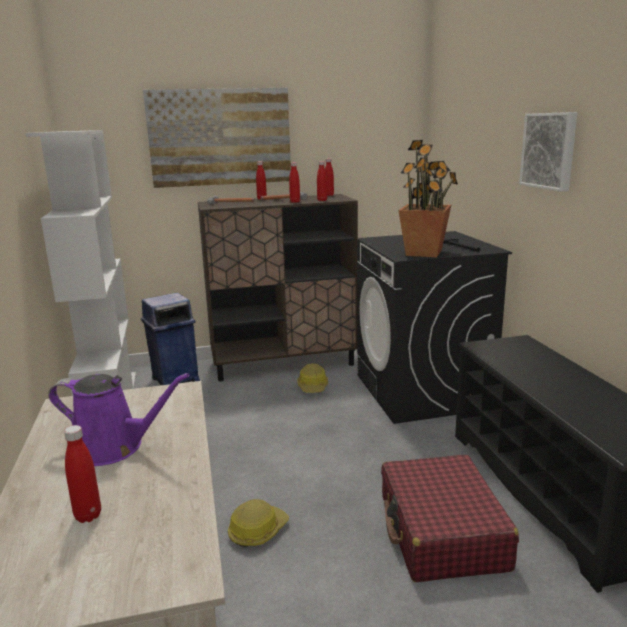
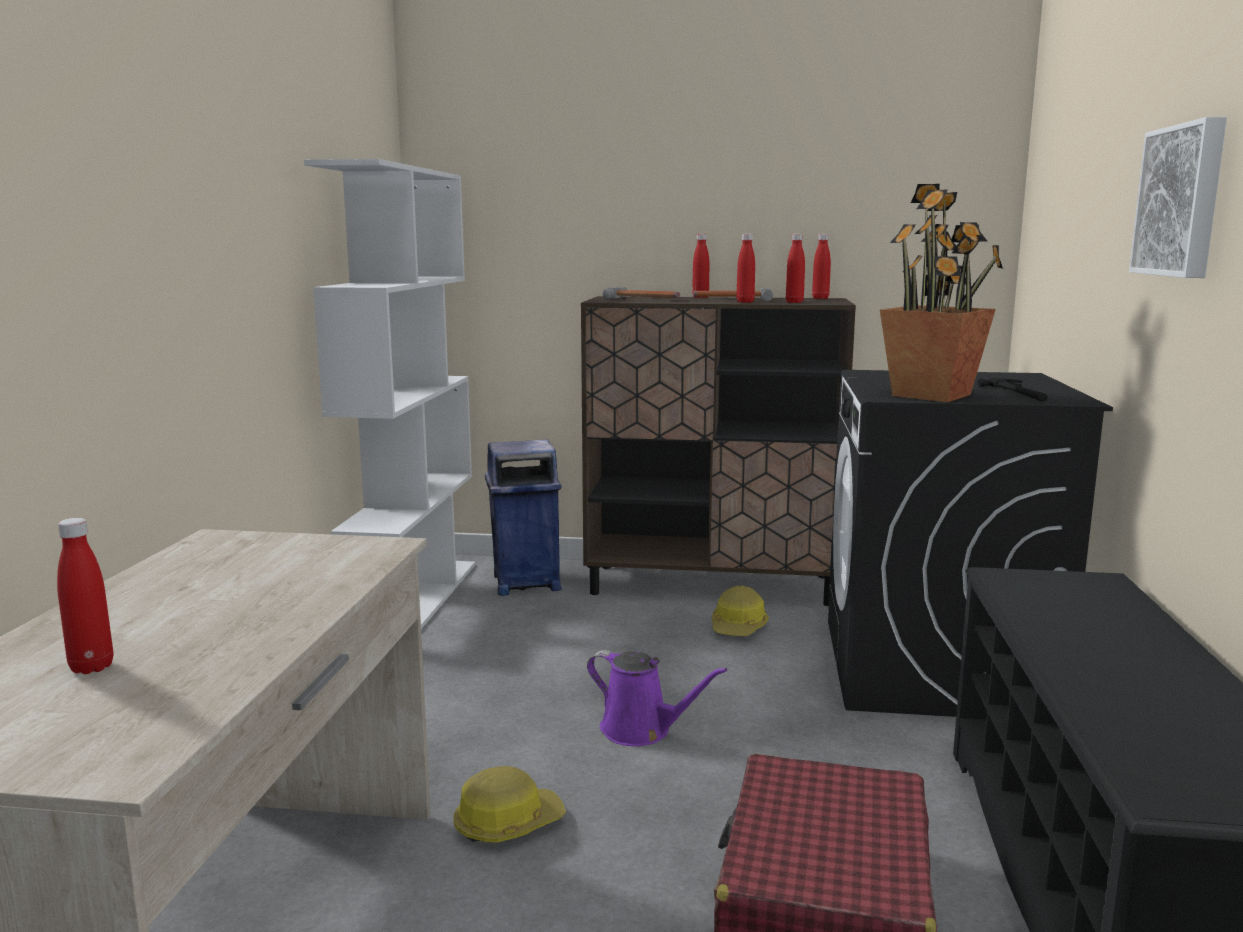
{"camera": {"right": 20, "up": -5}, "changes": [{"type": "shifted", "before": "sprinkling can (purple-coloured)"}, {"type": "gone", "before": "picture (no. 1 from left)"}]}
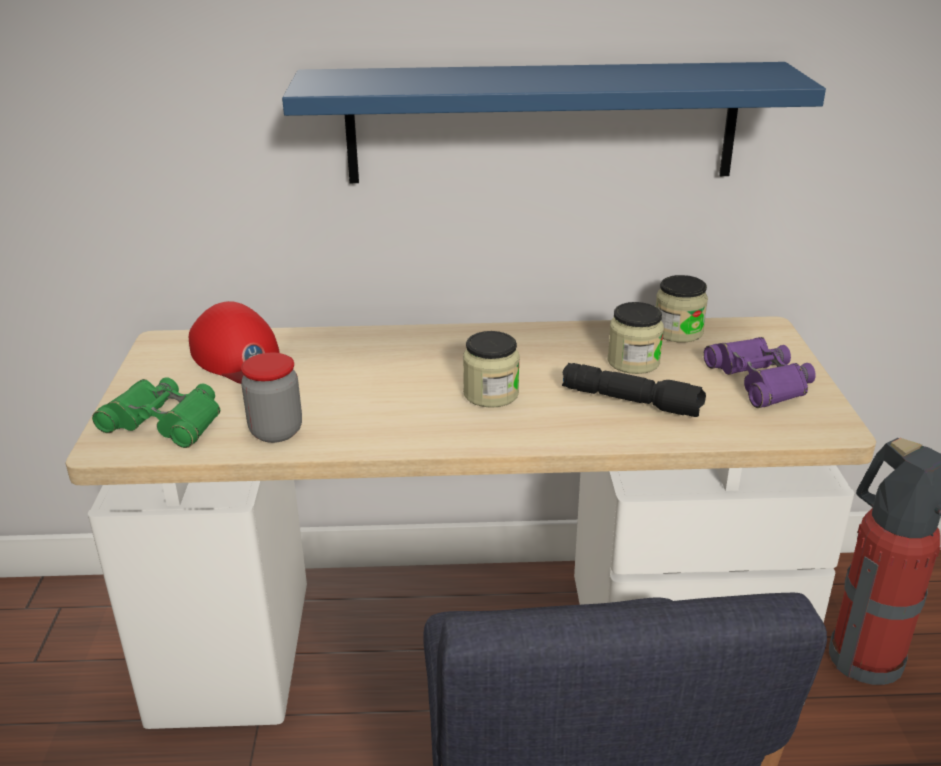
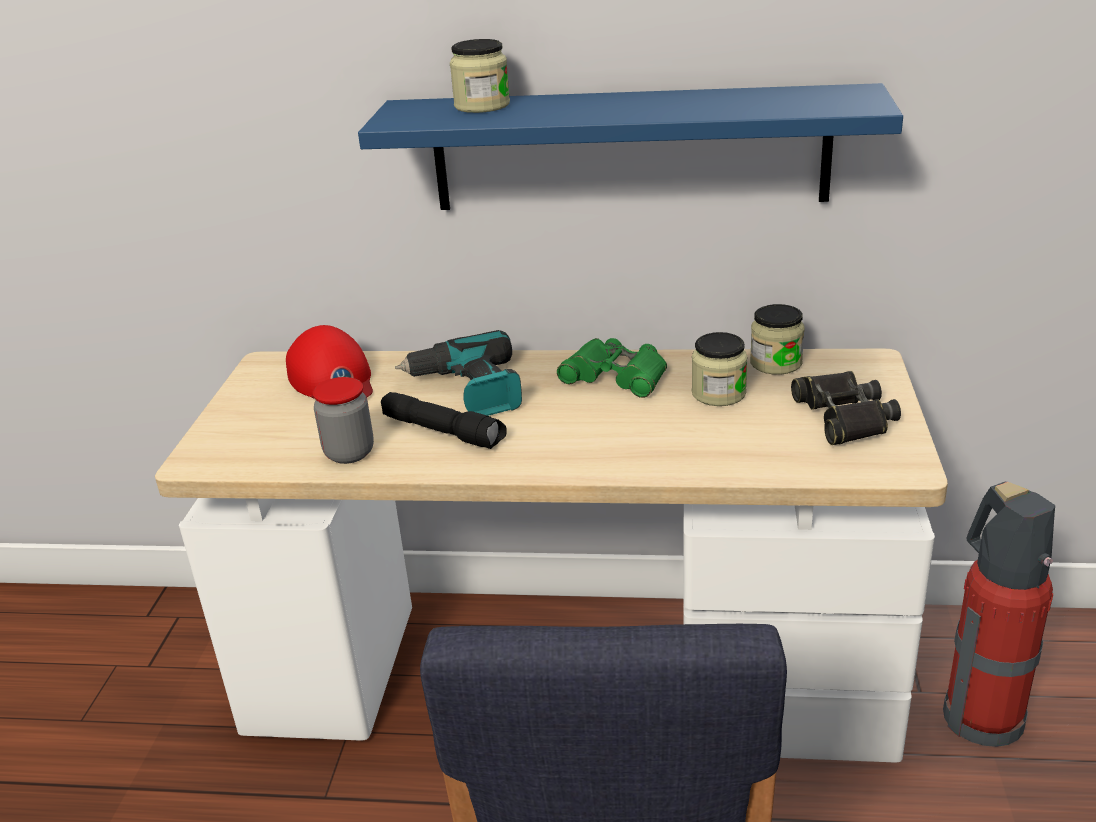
{"camera": {"right": 10, "up": 0}, "changes": [{"type": "shifted", "before": "flashlight (black-coloured)"}, {"type": "new", "after": "electric drill"}, {"type": "shifted", "before": "preserve jar (no. 2 from left)"}, {"type": "shifted", "before": "binoculars (green-coloured)"}, {"type": "repainted", "before": "binoculars (purple-coloured)", "after": "binoculars (black-coloured)"}]}
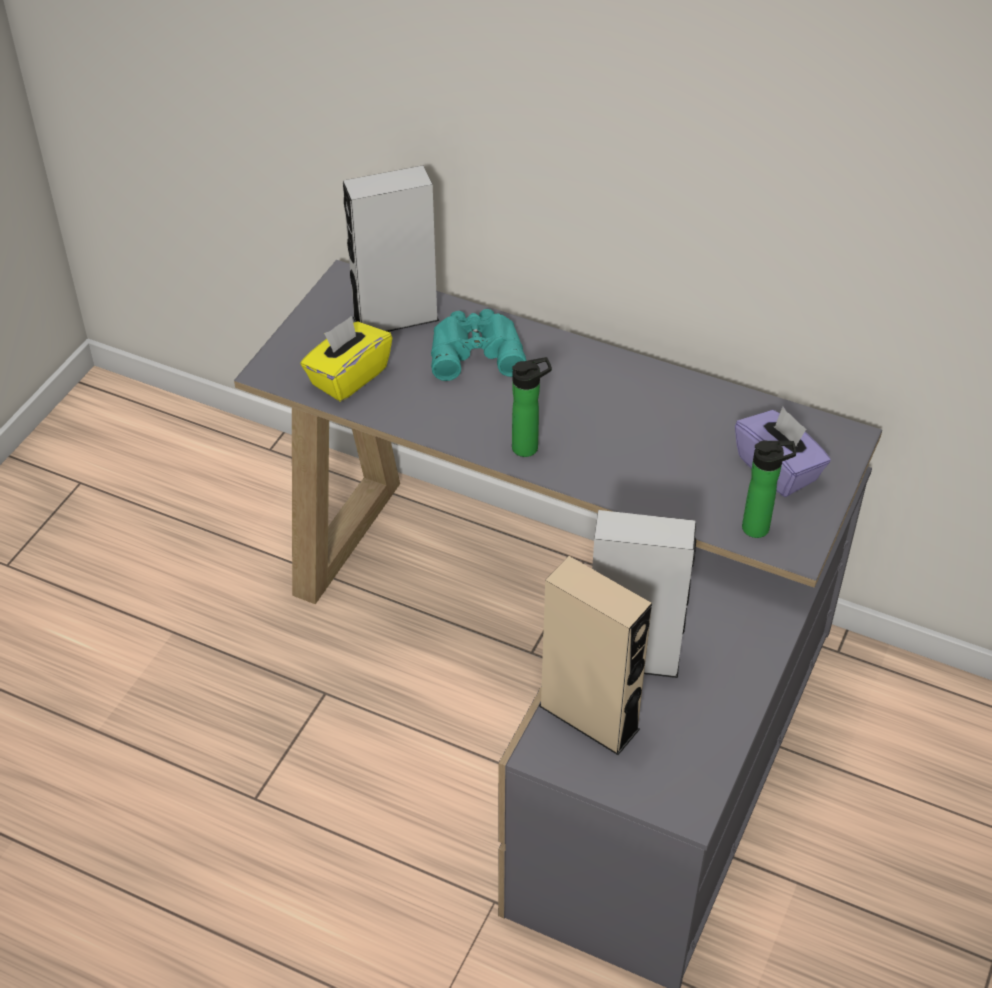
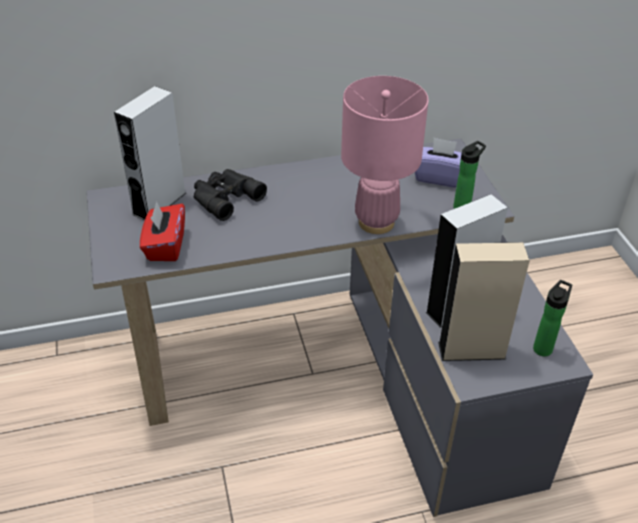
{"camera": {"right": -40, "up": -5}, "changes": [{"type": "repainted", "before": "tissue holder (yellow)", "after": "tissue holder (red)"}, {"type": "repainted", "before": "binoculars (blue-green)", "after": "binoculars (black-coloured)"}, {"type": "new", "after": "lamp for a table (pink)"}, {"type": "shifted", "before": "beverage bottle (no. 1 from left in the first image)", "after": "beverage bottle (no. 2 from left)"}]}
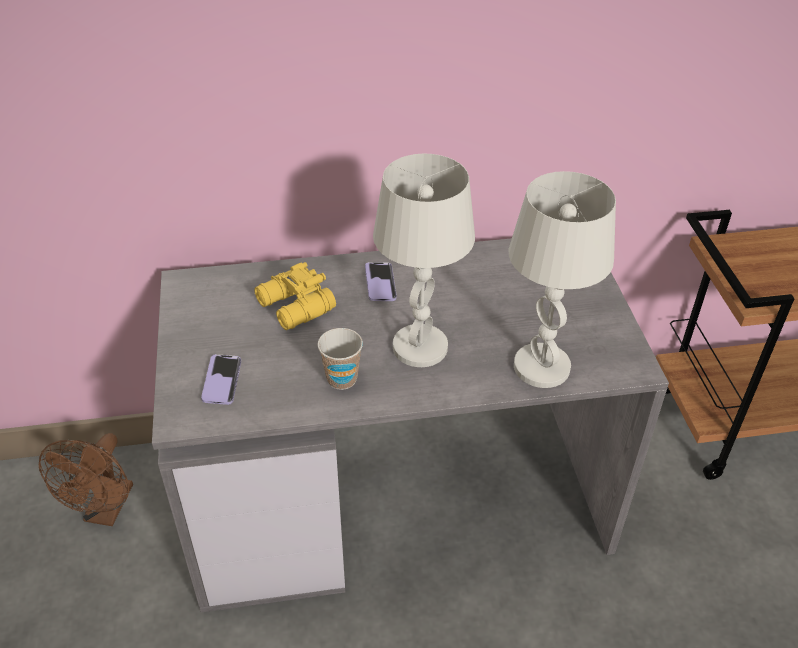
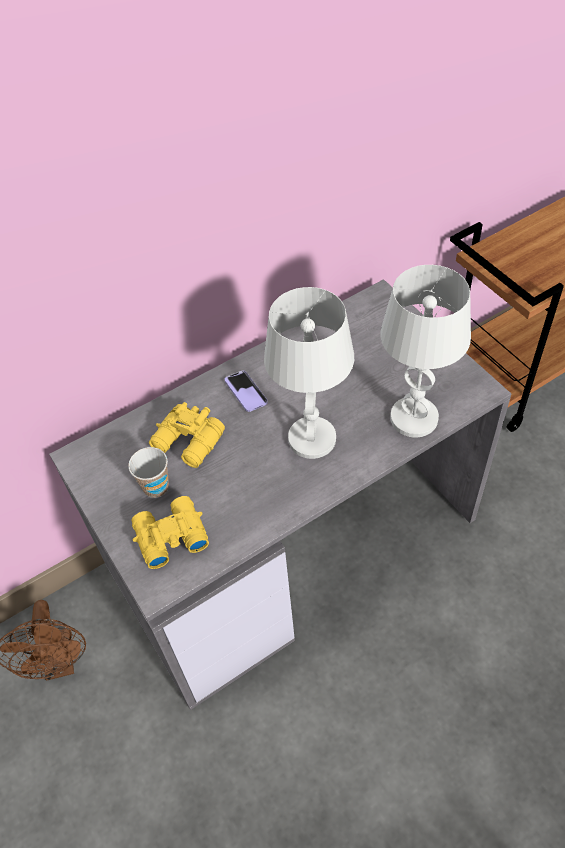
{"camera": {"right": -20, "up": 10}, "changes": [{"type": "shifted", "before": "small cup"}, {"type": "swapped", "before": "handset (no. 1 from left)", "after": "binoculars (yellow) (no. 1 from left)"}]}
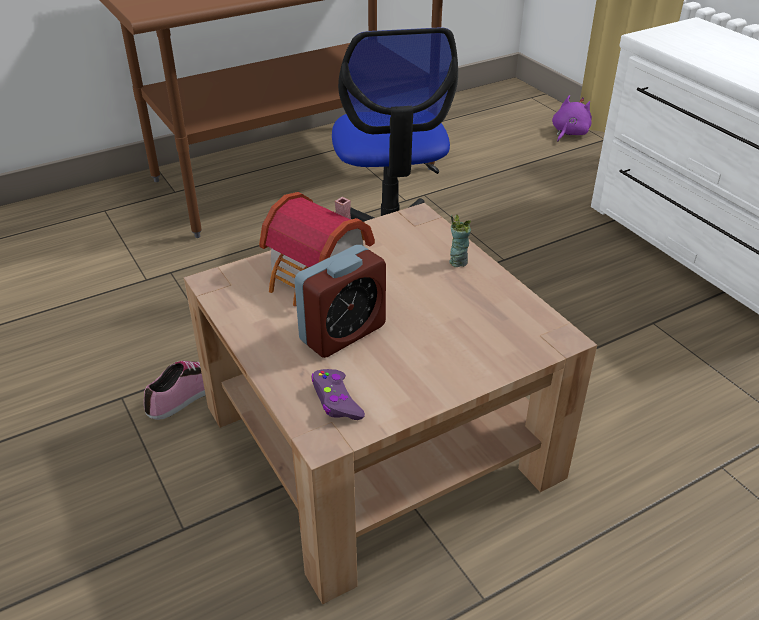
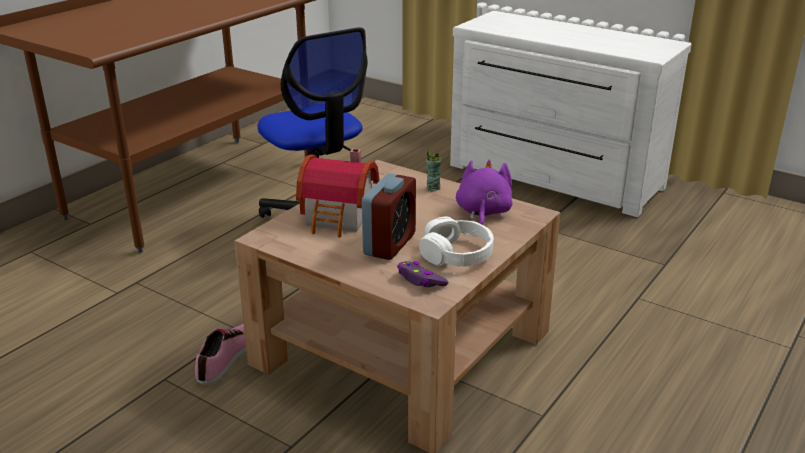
{"camera": {"right": -25, "up": -10}, "changes": [{"type": "new", "after": "headset (whitish)"}, {"type": "shifted", "before": "plush toy (purple-coloured)"}]}
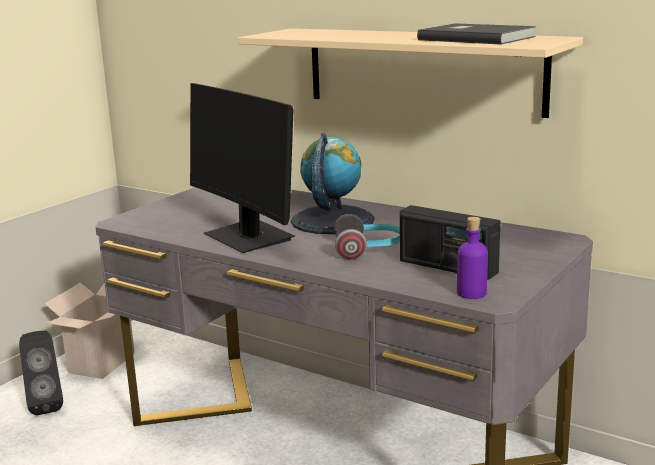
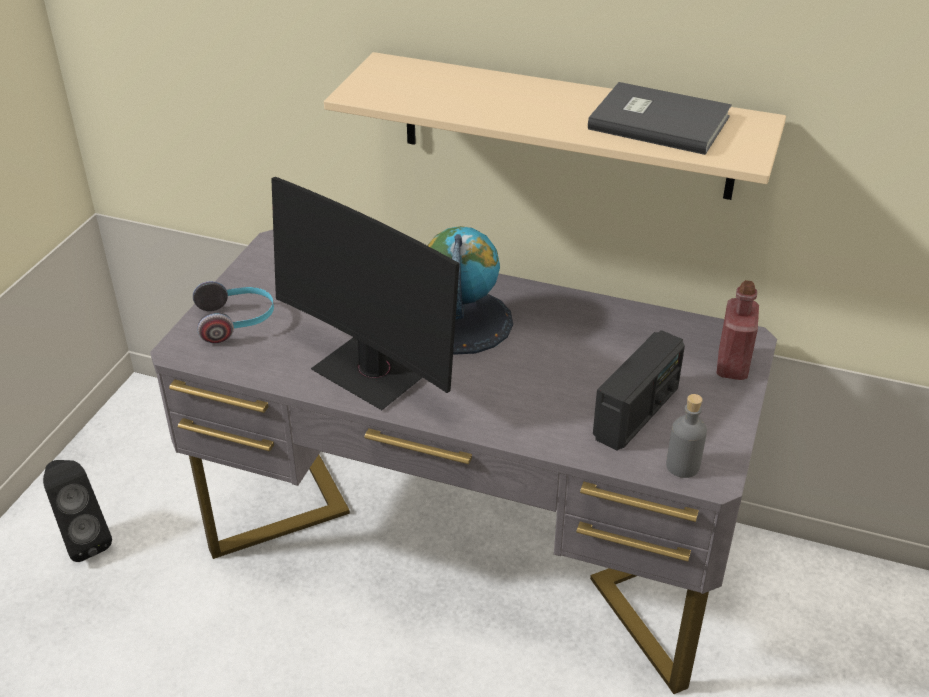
{"camera": {"right": -15, "up": 20}, "changes": [{"type": "shifted", "before": "headset"}, {"type": "rotated", "before": "radio set", "turn": -75}, {"type": "repainted", "before": "beverage bottle (purple-coloured)", "after": "beverage bottle (grey)"}, {"type": "new", "after": "beverage bottle (red)"}, {"type": "gone", "before": "carton"}]}
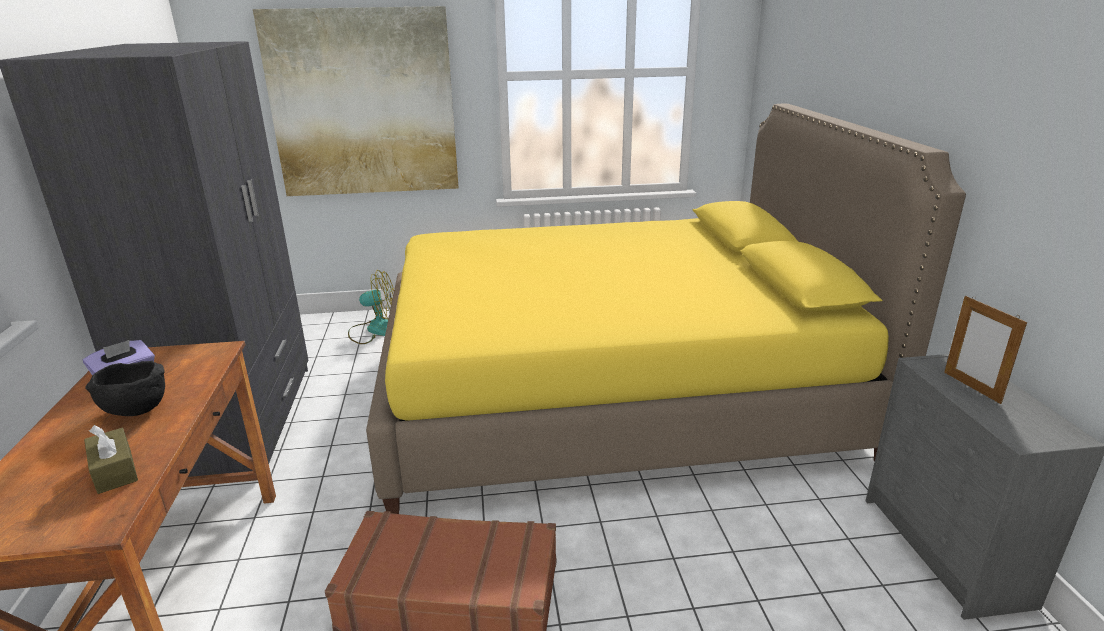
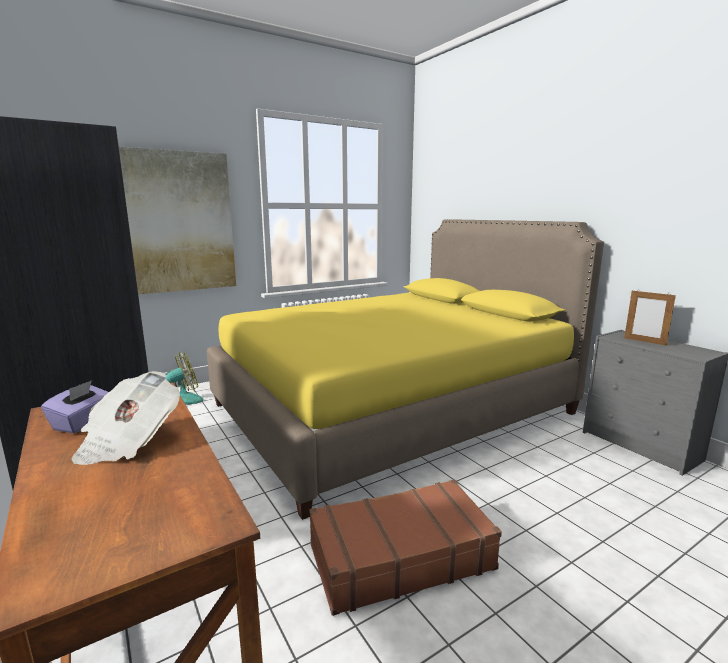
{"camera": {"right": -25, "up": -10}, "changes": [{"type": "swapped", "before": "serving bowl (black-coloured)", "after": "daily paper"}, {"type": "gone", "before": "tissue holder (brown)"}]}
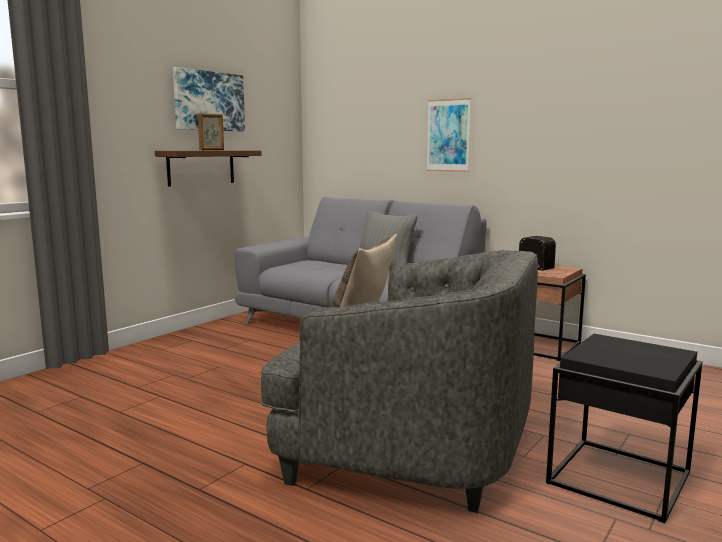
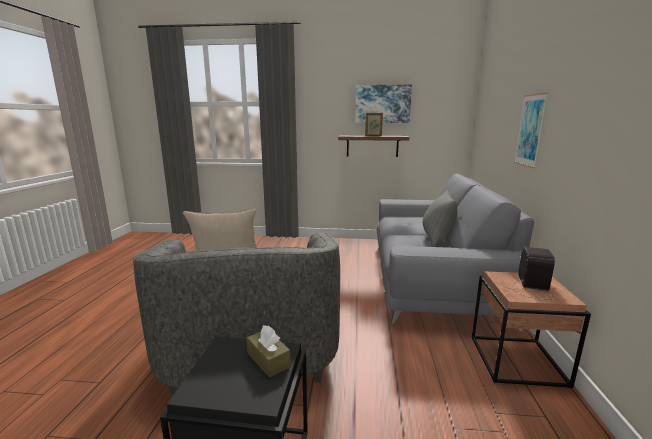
{"camera": {"right": 60, "up": 5}, "changes": [{"type": "new", "after": "tissue holder (brown)"}]}
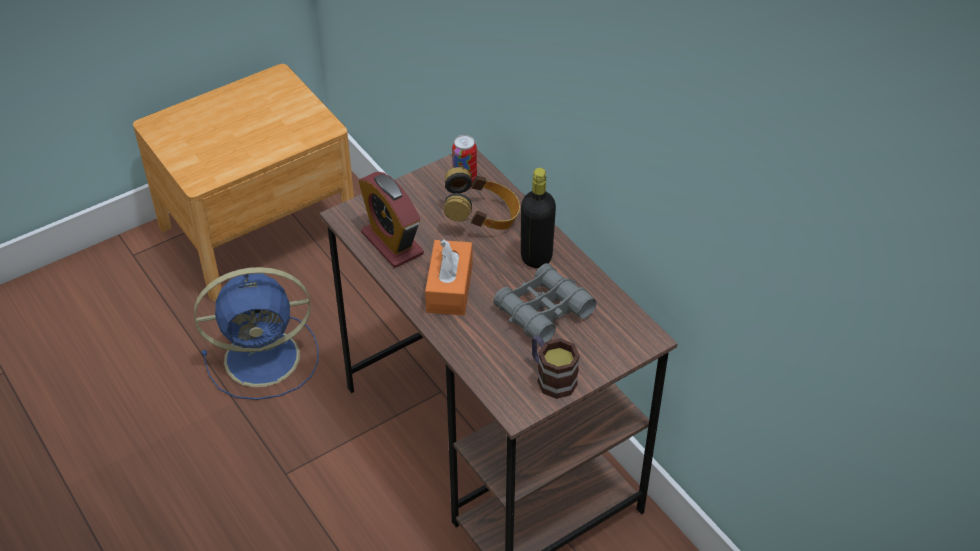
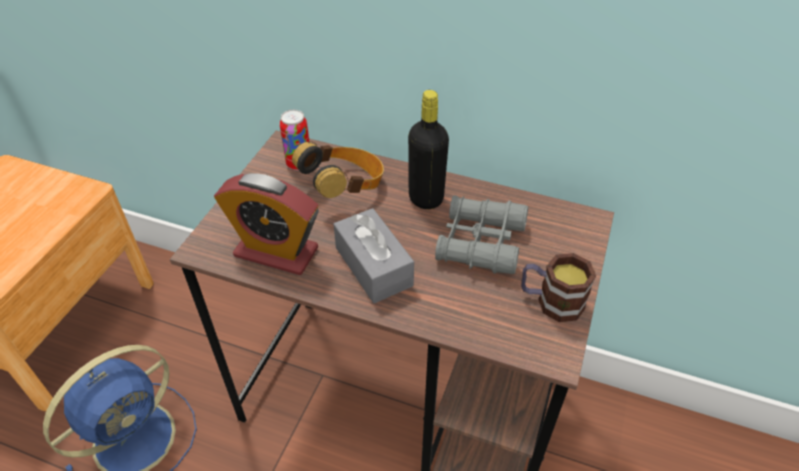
{"camera": {"right": -35, "up": 0}, "changes": [{"type": "repainted", "before": "tissue holder (orangey)", "after": "tissue holder (grey)"}]}
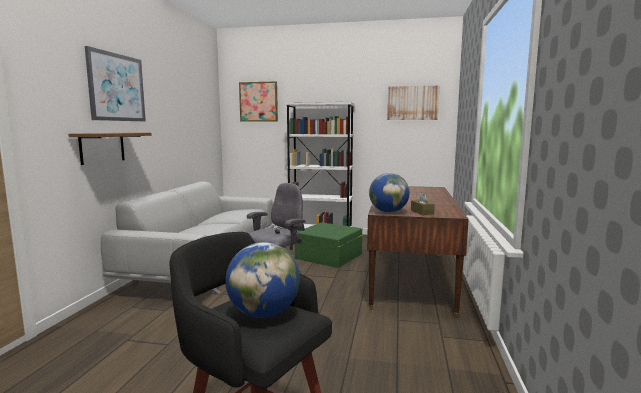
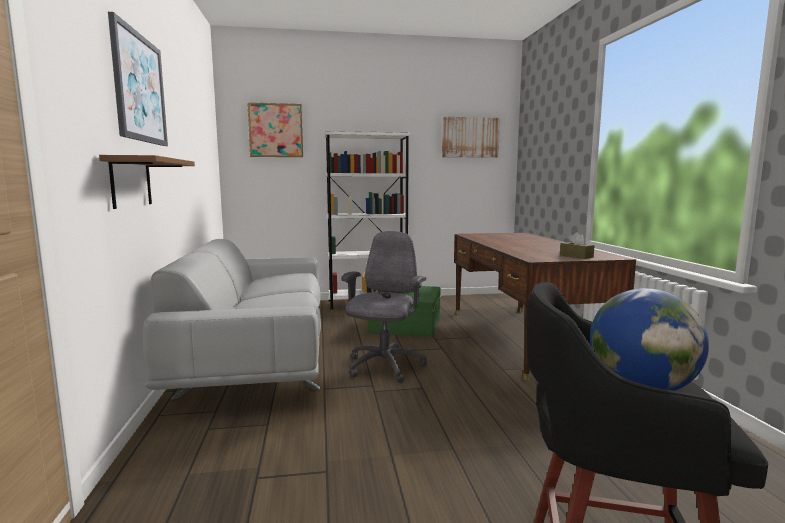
{"camera": {"right": -20, "up": 0}, "changes": [{"type": "gone", "before": "globe (no. 2 from left)"}]}
